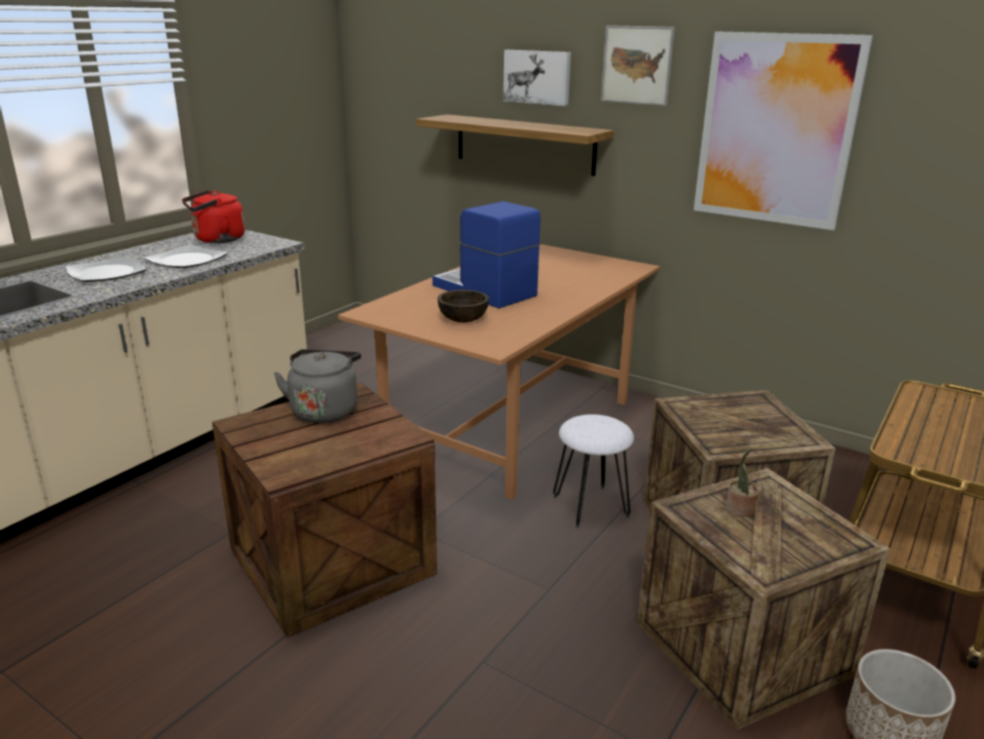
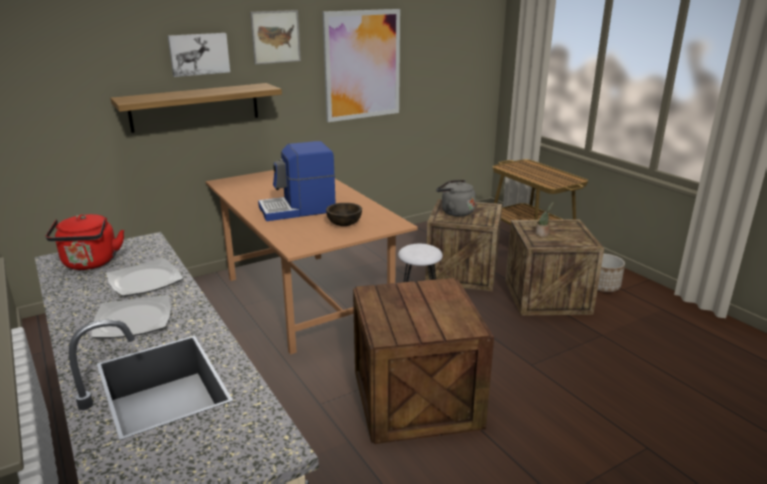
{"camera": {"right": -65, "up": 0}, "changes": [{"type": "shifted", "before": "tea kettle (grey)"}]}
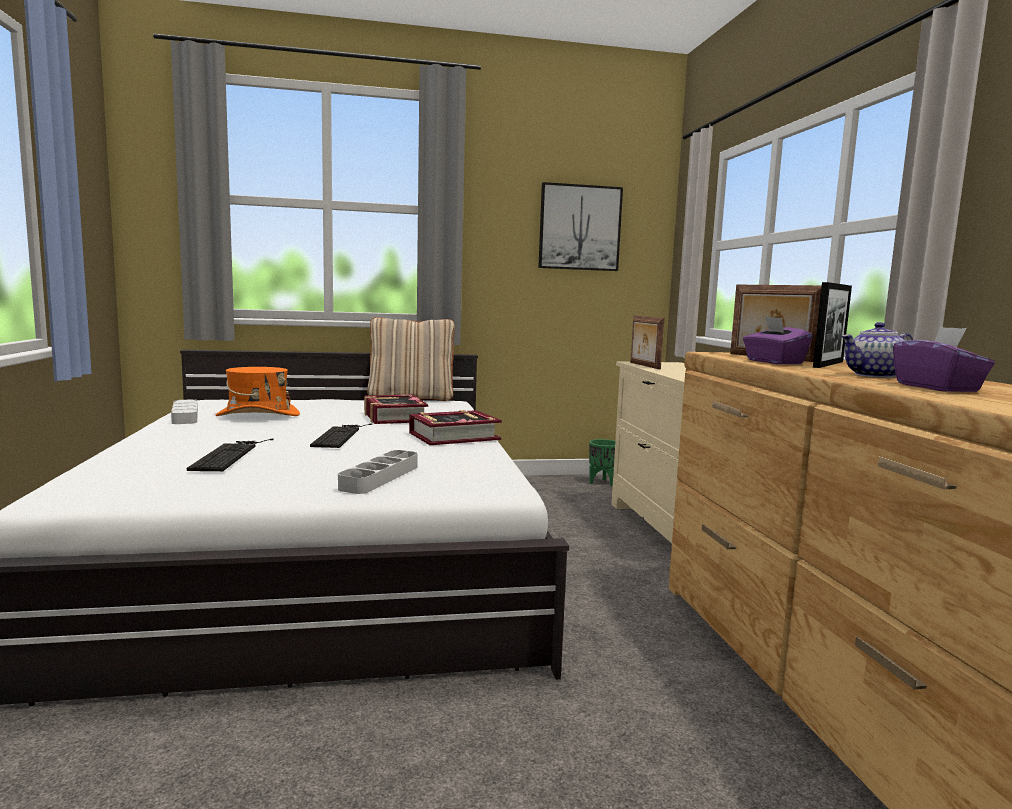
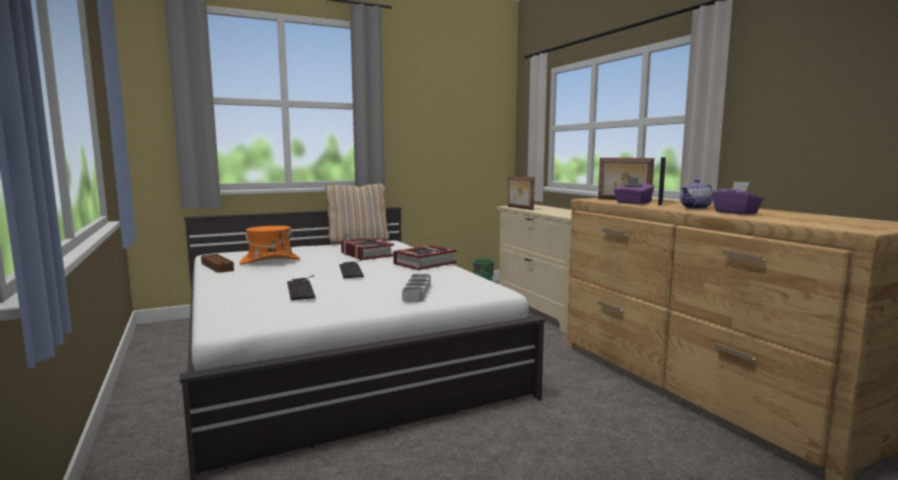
{"camera": {"right": -15, "up": 0}, "changes": [{"type": "repainted", "before": "carrying tray (grey) (no. 1 from left)", "after": "carrying tray (brown)"}, {"type": "gone", "before": "picture"}]}
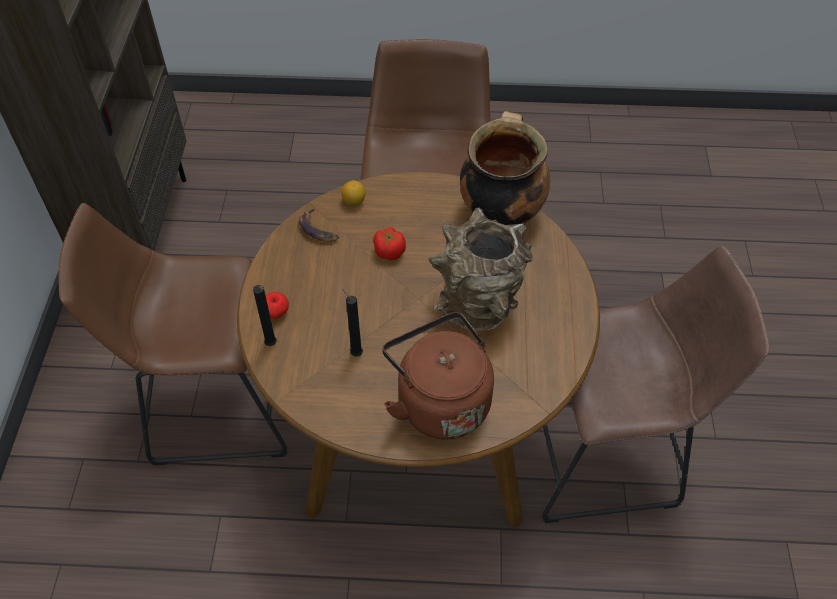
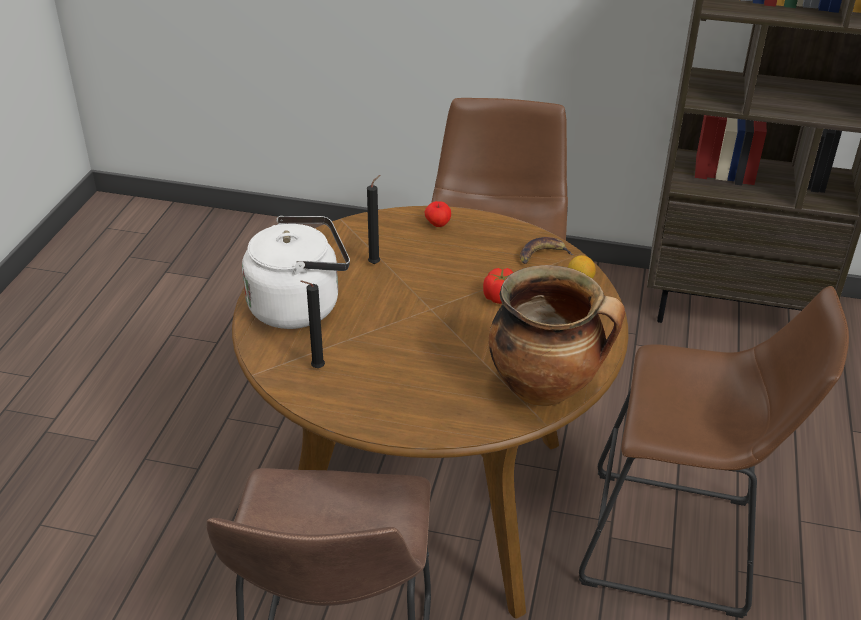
{"camera": {"right": 100, "up": -15}, "changes": [{"type": "repainted", "before": "tea kettle (brown)", "after": "tea kettle (whitish)"}, {"type": "shifted", "before": "wax candle (black-coloured) (no. 1 from left)"}, {"type": "gone", "before": "vase (brown)"}]}
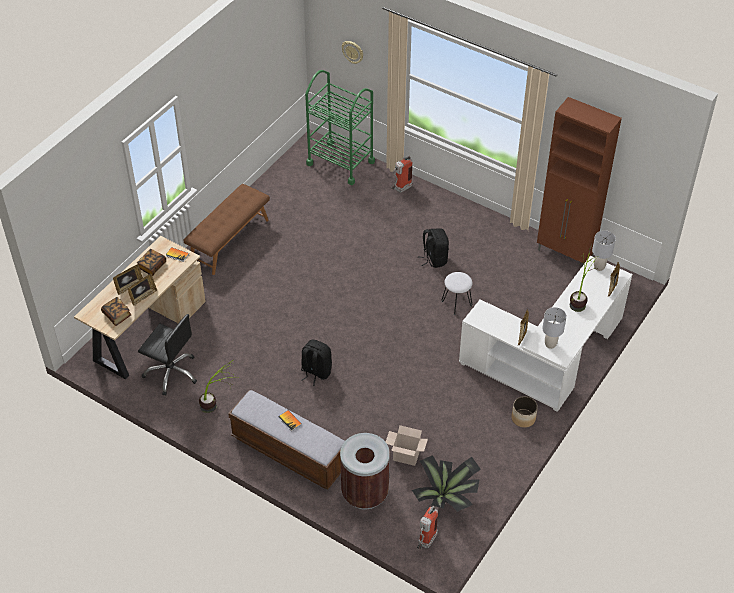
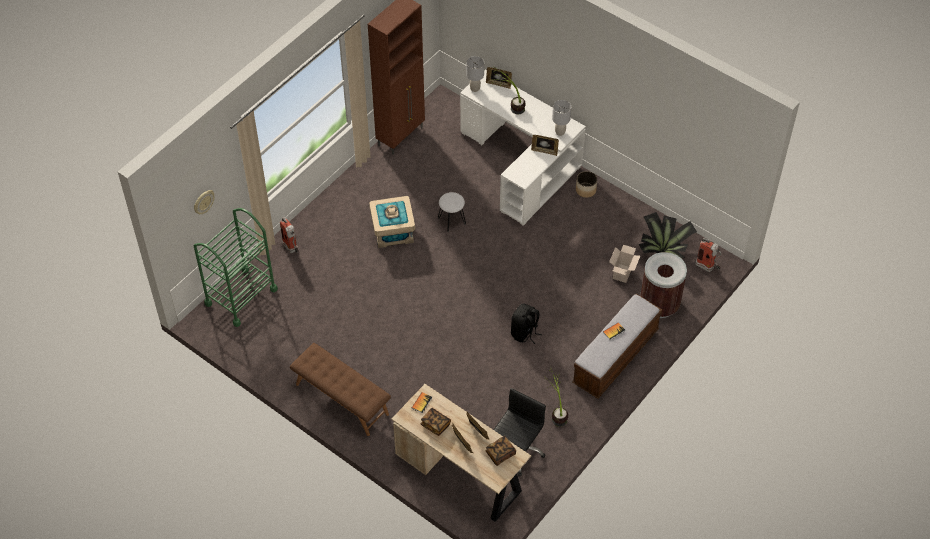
{"camera": {"right": -85, "up": 5}, "changes": [{"type": "swapped", "before": "knapsack (black-coloured) (no. 2 from left)", "after": "storage container (beige)"}]}
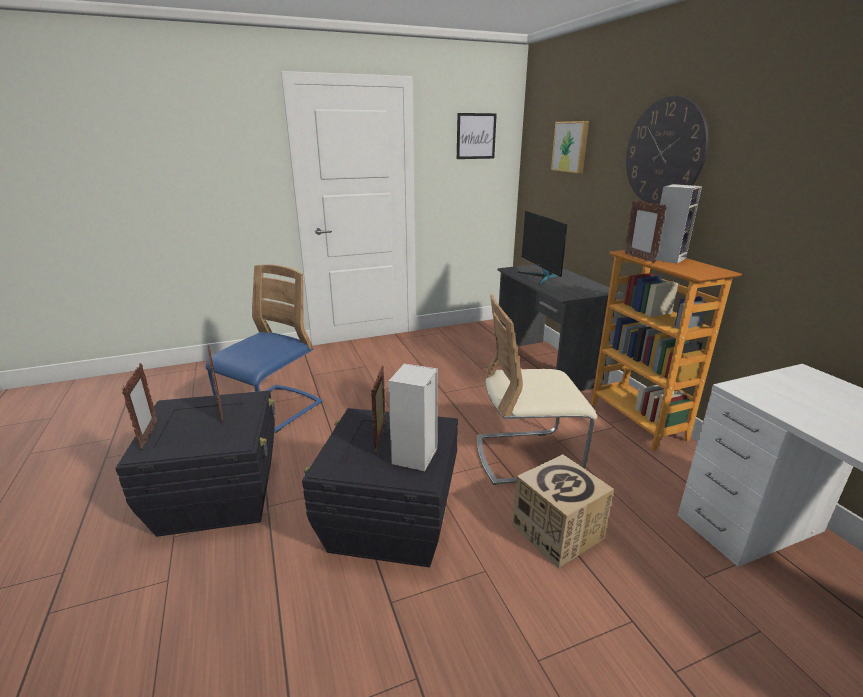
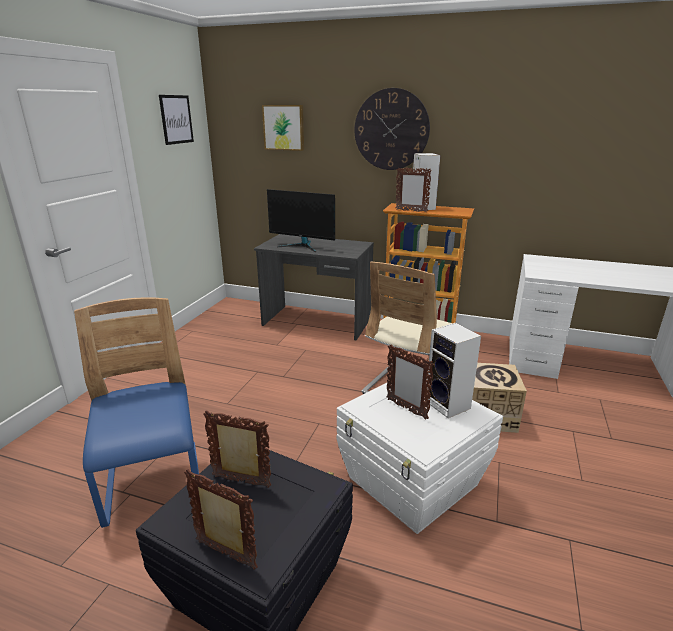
{"camera": {"right": -50, "up": 0}, "changes": [{"type": "repainted", "before": "storage container (black-coloured) (no. 2 from left)", "after": "storage container (whitish)"}]}
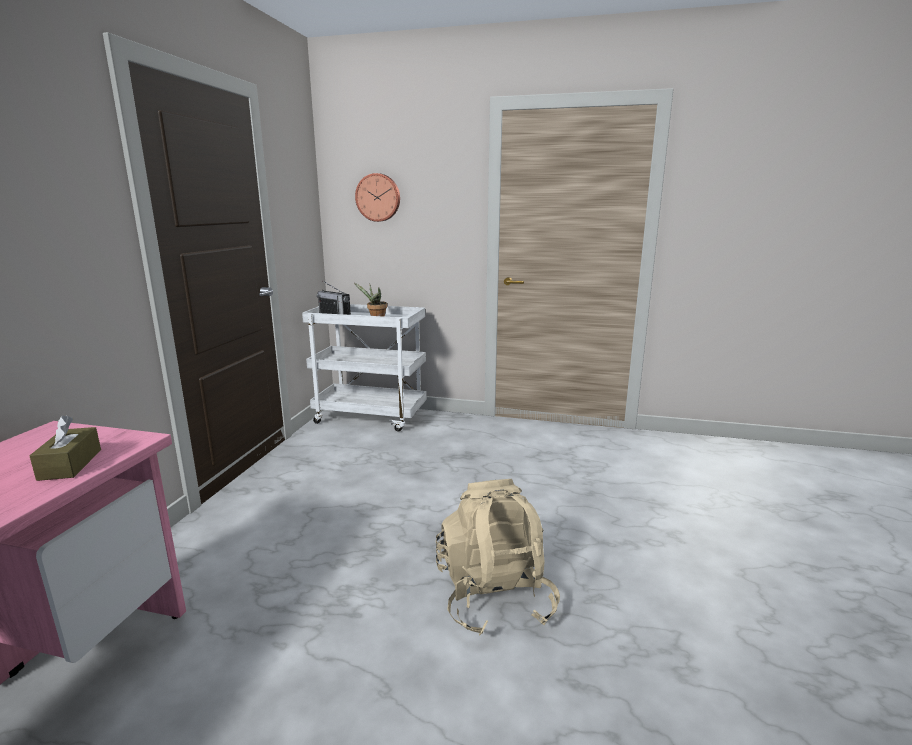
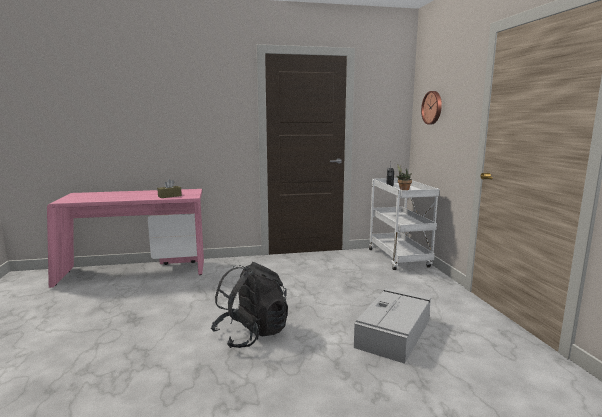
{"camera": {"right": 65, "up": -5}, "changes": [{"type": "repainted", "before": "knapsack (beige)", "after": "knapsack (black-coloured)"}, {"type": "new", "after": "storage container (grey)"}]}
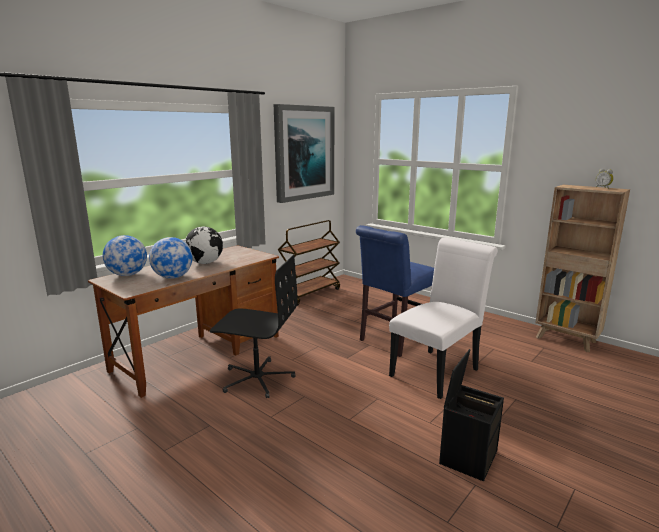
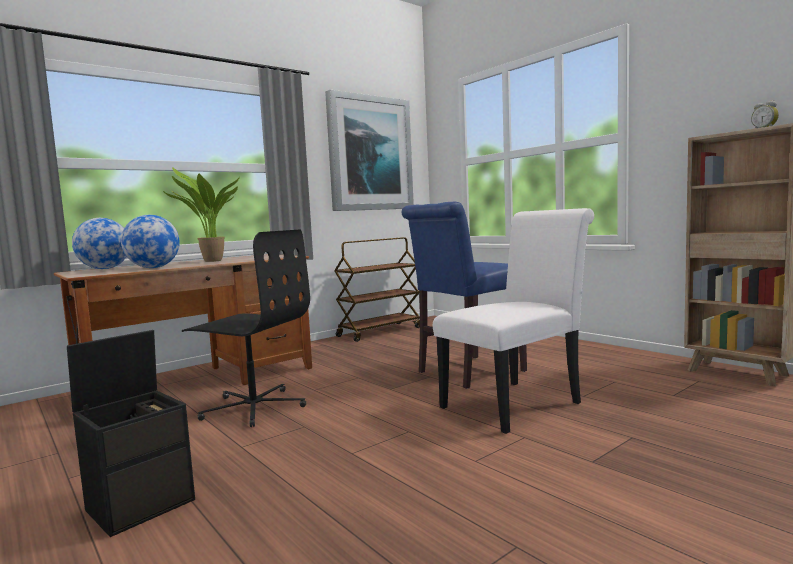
{"camera": {"right": 10, "up": -10}, "changes": [{"type": "shifted", "before": "storage container (black-coloured)"}, {"type": "swapped", "before": "globe (no. 3 from left)", "after": "plant in a pot"}]}
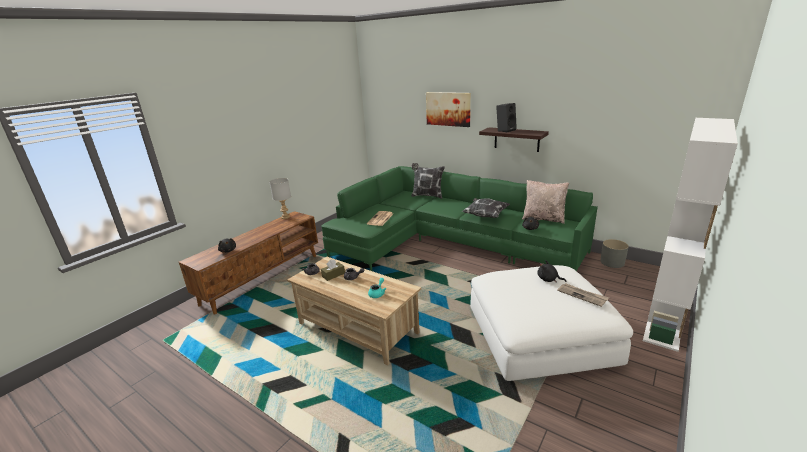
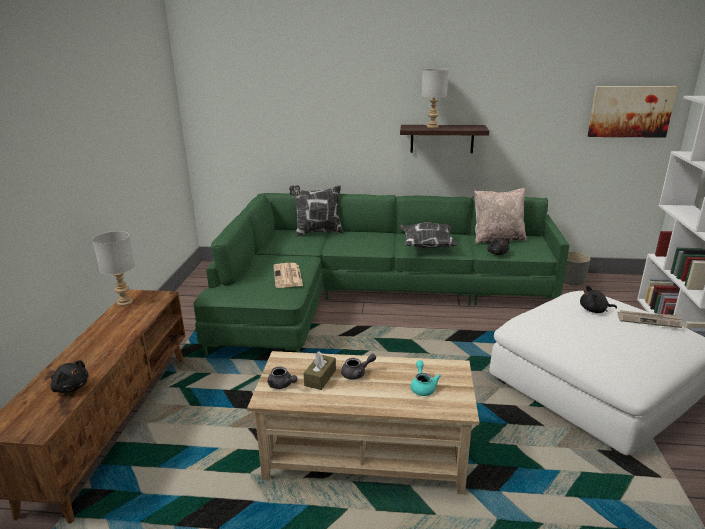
{"camera": {"right": -30, "up": 0}, "changes": [{"type": "swapped", "before": "audio speaker (black-coloured)", "after": "lamp for a table (grey) (no. 2 from left)"}, {"type": "shifted", "before": "picture"}]}
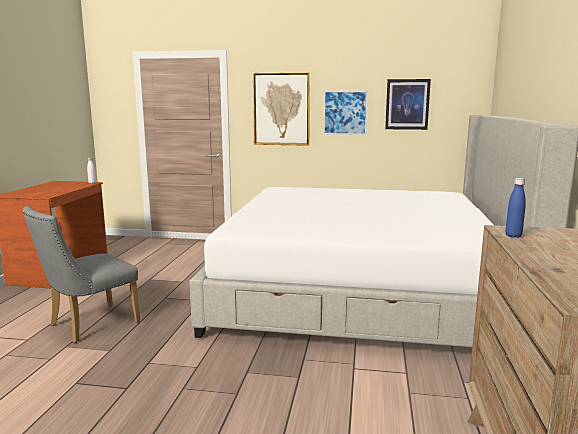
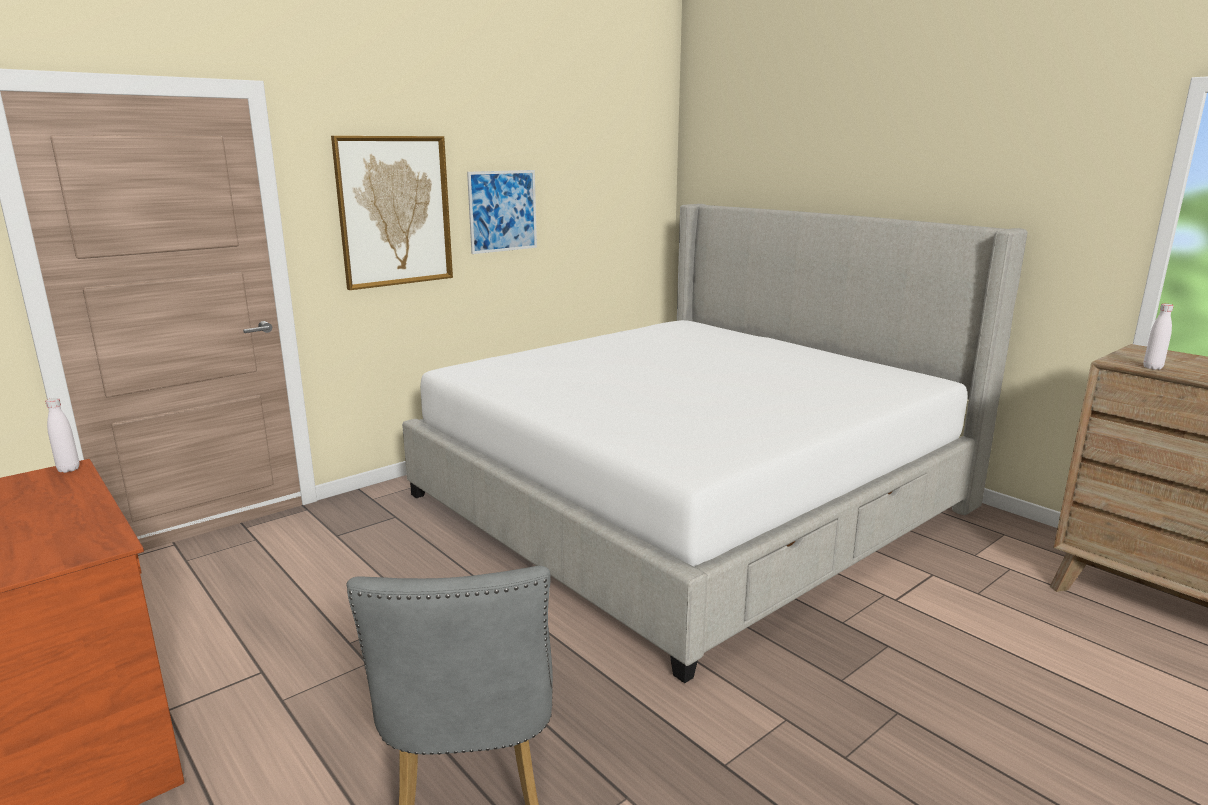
{"camera": {"right": -50, "up": 5}, "changes": [{"type": "repainted", "before": "beverage bottle (blue-coloured)", "after": "beverage bottle (whitish) (no. 2 from left)"}, {"type": "gone", "before": "picture (no. 3 from left)"}]}
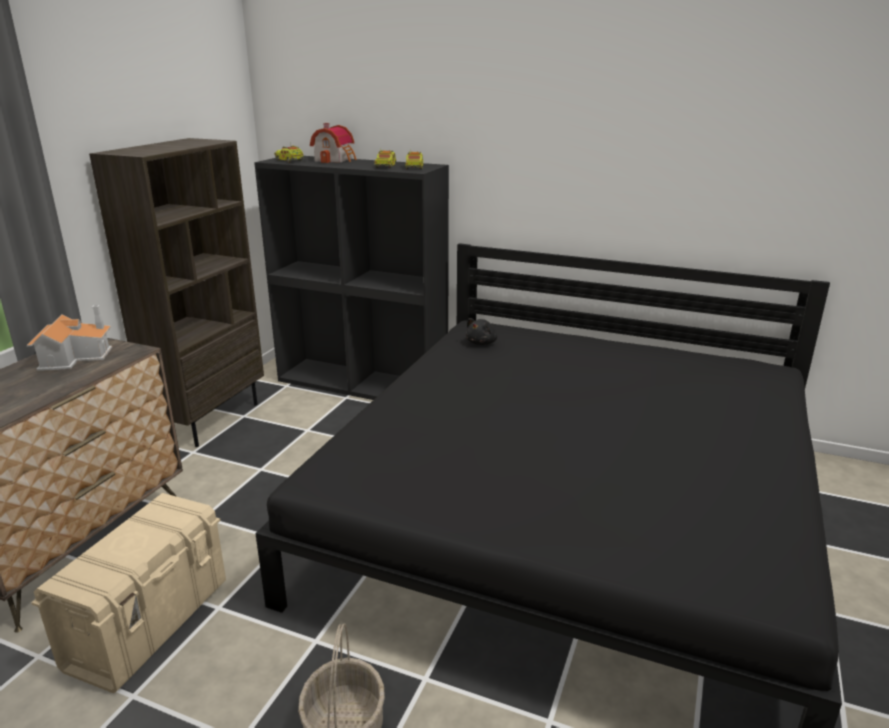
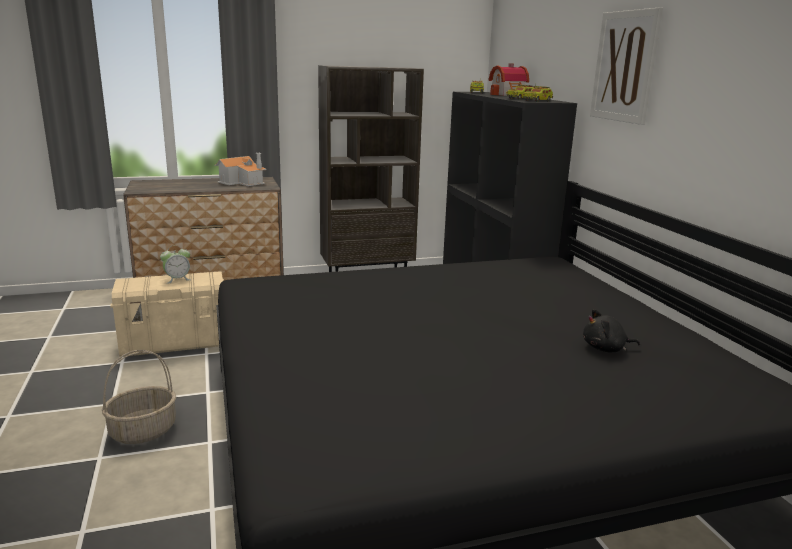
{"camera": {"right": 50, "up": -5}, "changes": [{"type": "new", "after": "table clock"}, {"type": "shifted", "before": "plush toy (black-coloured)"}, {"type": "new", "after": "picture"}]}
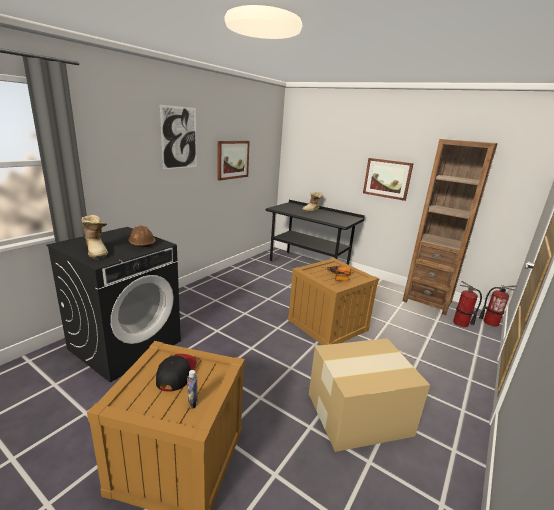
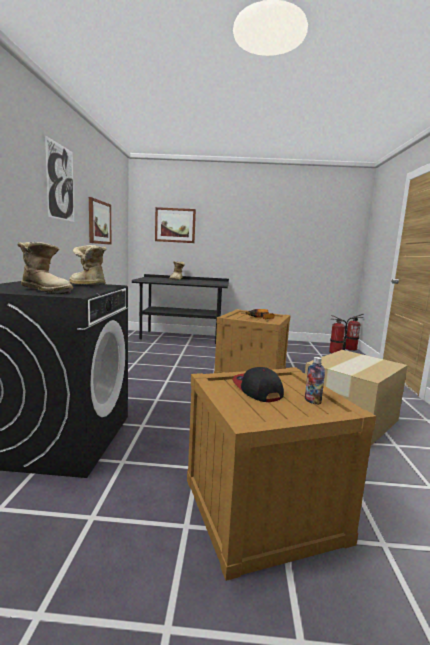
{"camera": {"right": -30, "up": -10}, "changes": [{"type": "swapped", "before": "safety helmet (brown)", "after": "tall boot (no. 2 from left)"}, {"type": "shifted", "before": "picture (no. 3 from left)"}, {"type": "gone", "before": "bookcase (brown)"}]}
